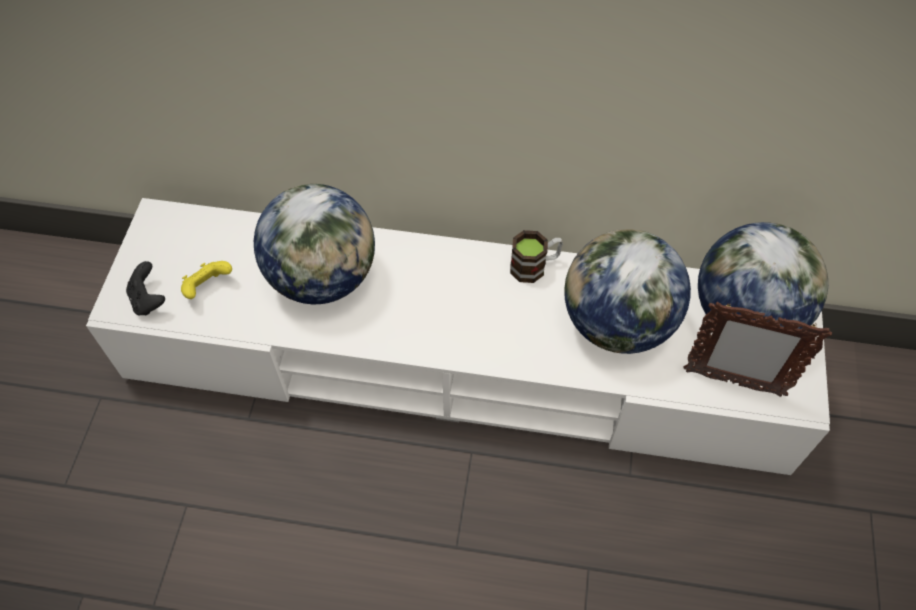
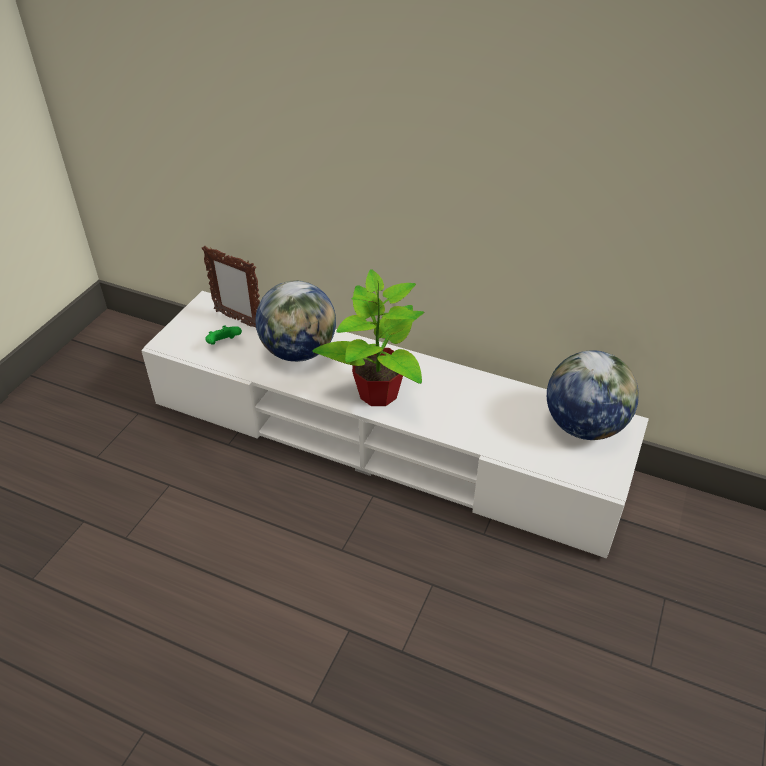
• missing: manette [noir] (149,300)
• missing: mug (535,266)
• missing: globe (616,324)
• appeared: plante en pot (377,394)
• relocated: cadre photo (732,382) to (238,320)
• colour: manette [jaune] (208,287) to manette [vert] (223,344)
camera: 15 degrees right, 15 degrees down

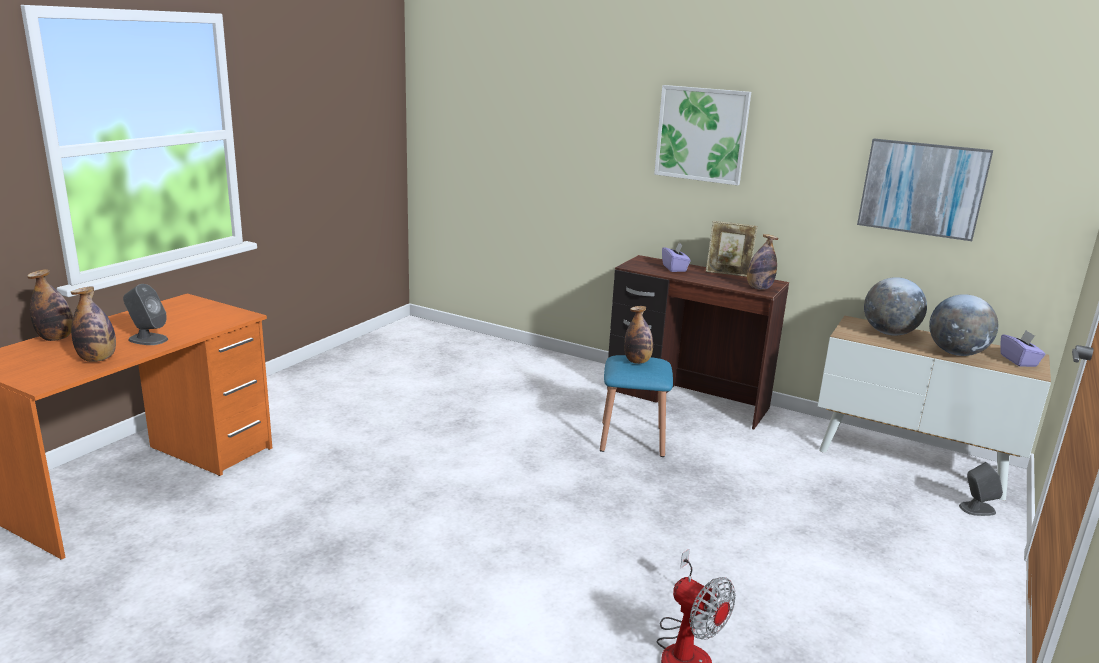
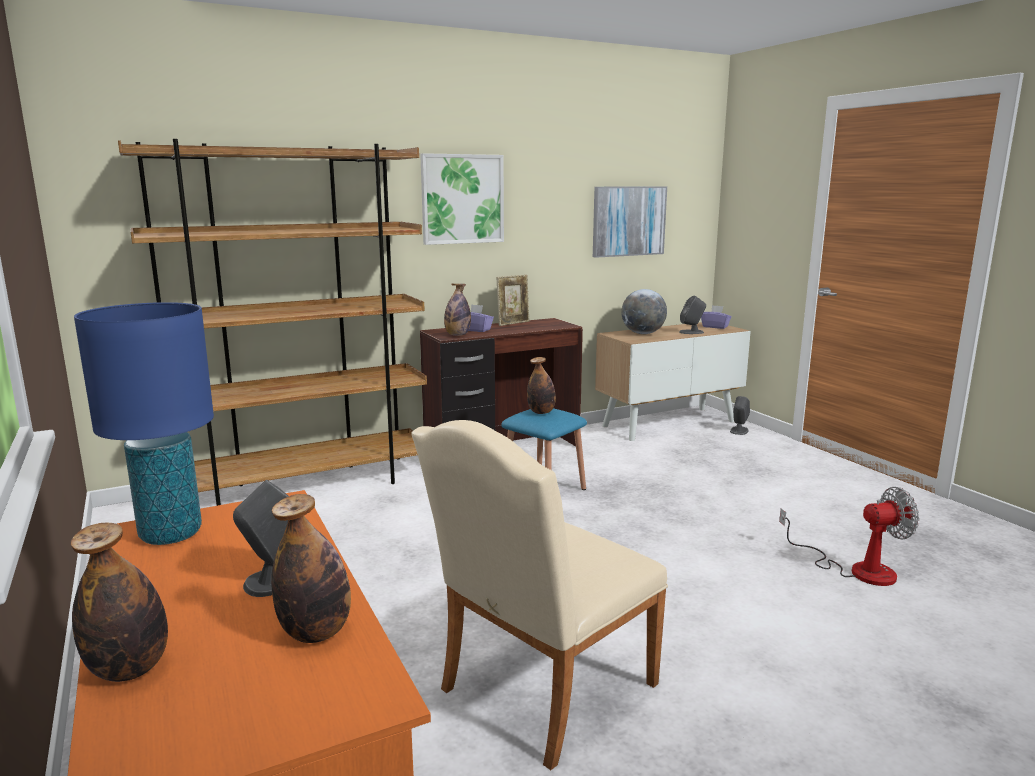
• appeared: lampe de table [bleu] (171,534)
• appeared: bibliothèque [marron] (304,486)
• appeared: chaise [beige] (539,693)
• relocated: bouteille (759,288) to (457,335)
• exchanged: globe (956,353) to enceinte [gris] (691,332)
camera: 55 degrees left, 5 degrees down

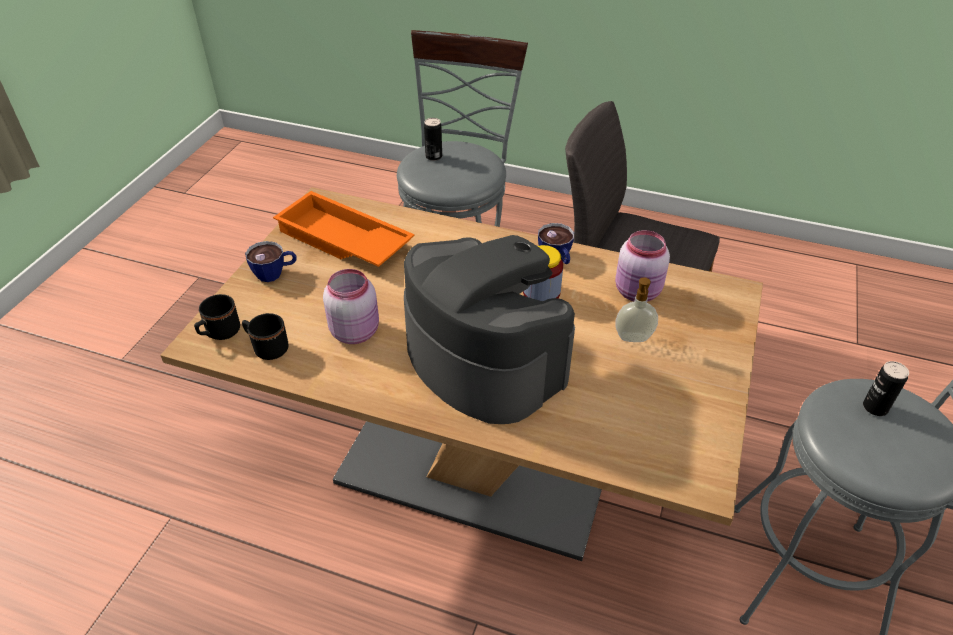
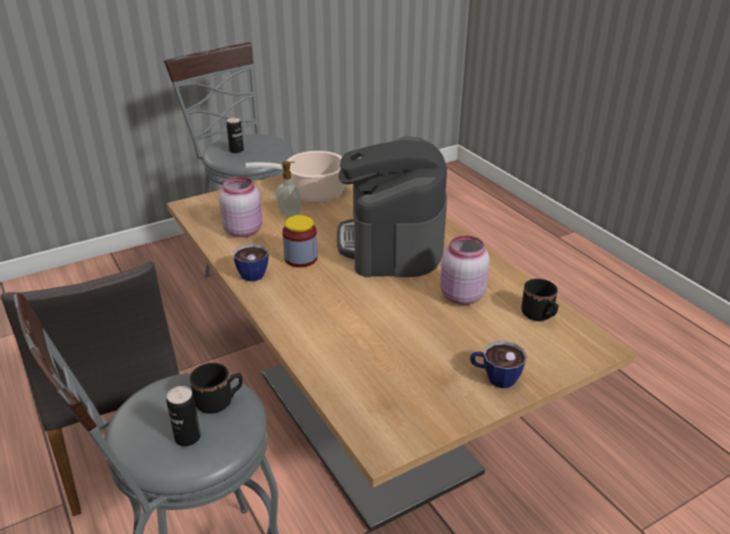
• missing: plateau [orange] (342,241)
• appeared: marmite (312,193)
• relocated: mug [noir] (219,333) to (219,402)
camera: 140 degrees left, 10 degrees down

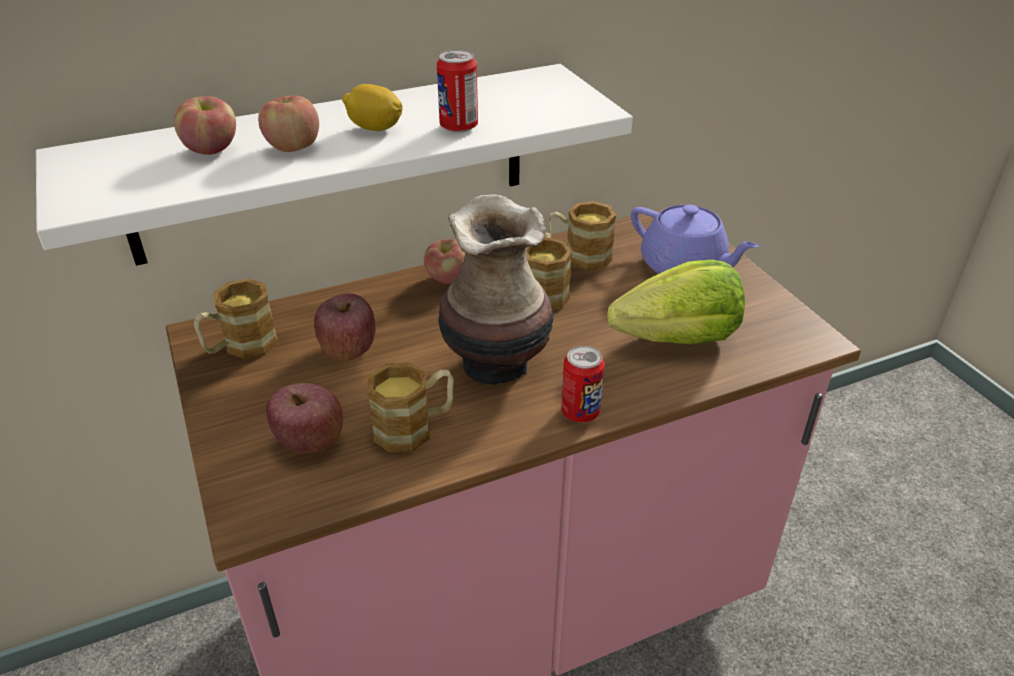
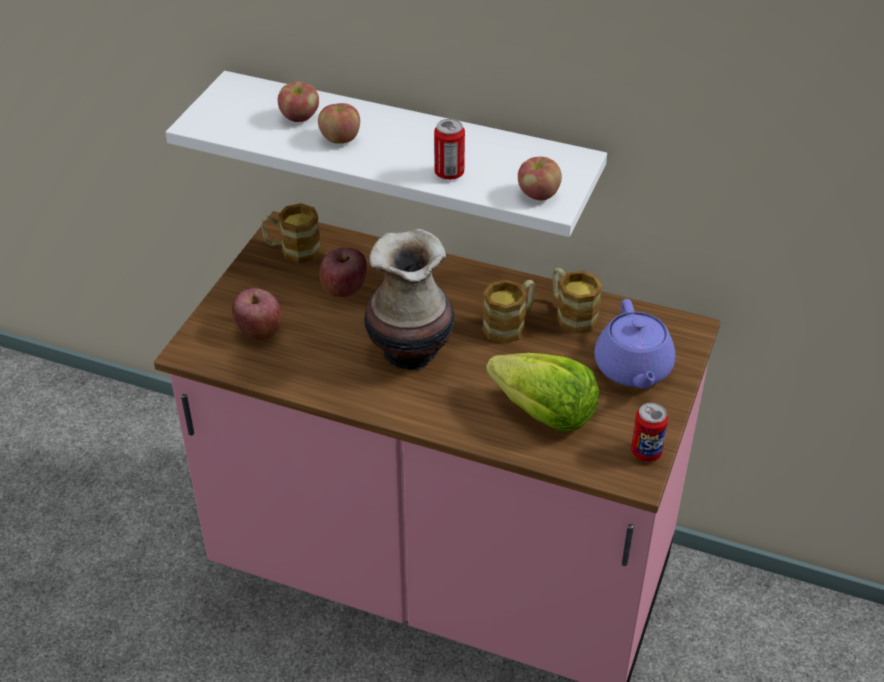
• missing: citron (375,128)
• missing: mug (415,427)
• relocated: pomme (448,279) to (538,195)
• relocated: boîte métallique (580,412) to (646,452)
camera: 45 degrees right, 5 degrees up

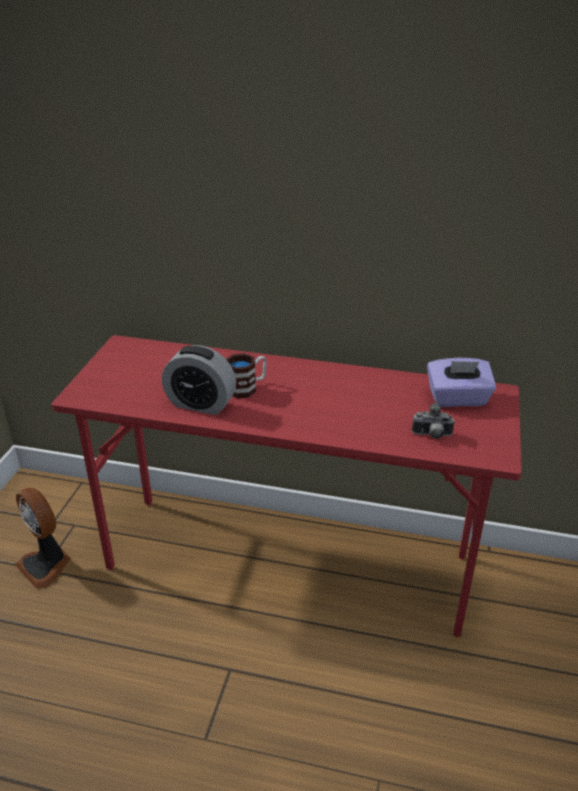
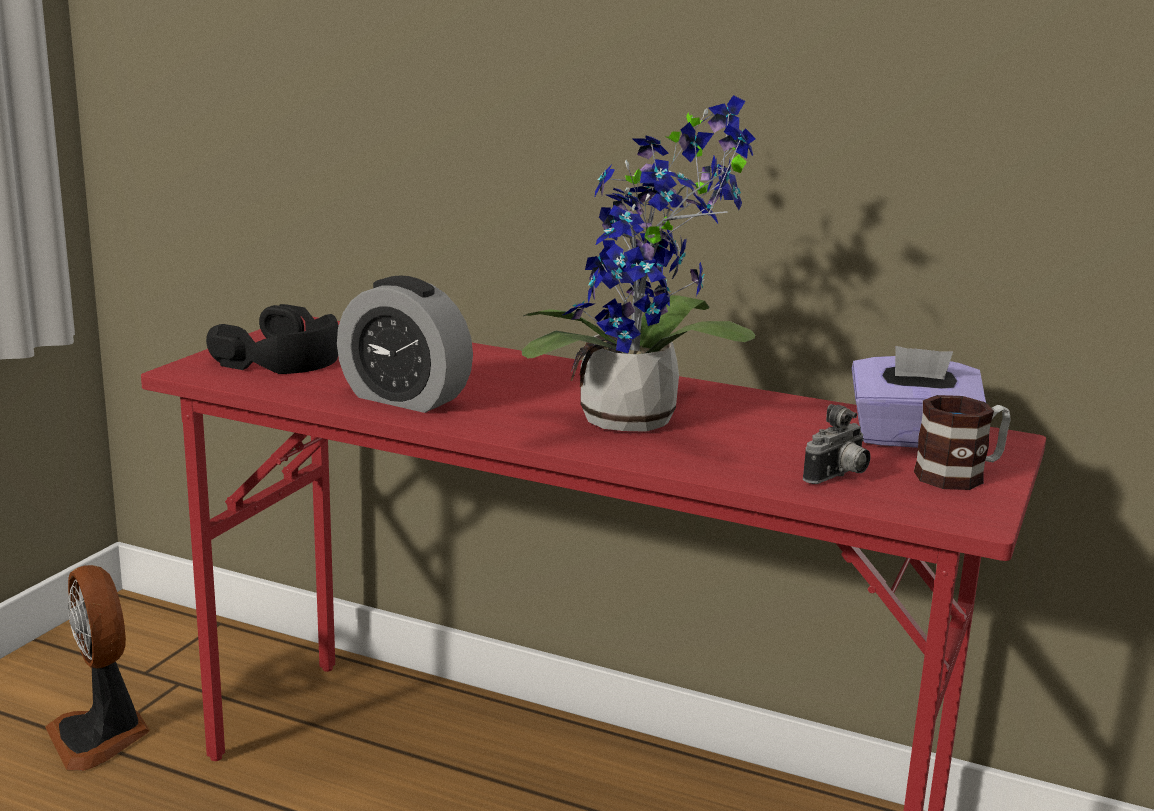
• appeared: casque audio [noir] (282,357)
• appeared: plante en pot (640,422)
• relocated: mug (247,388) to (961,475)
• spun: appareil photo (432,435) = (838,477) 60 degrees counterclockwise
camera: 10 degrees right, 15 degrees down

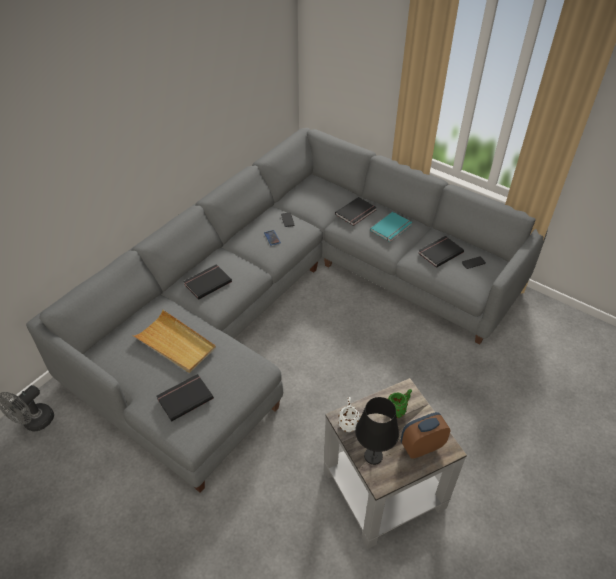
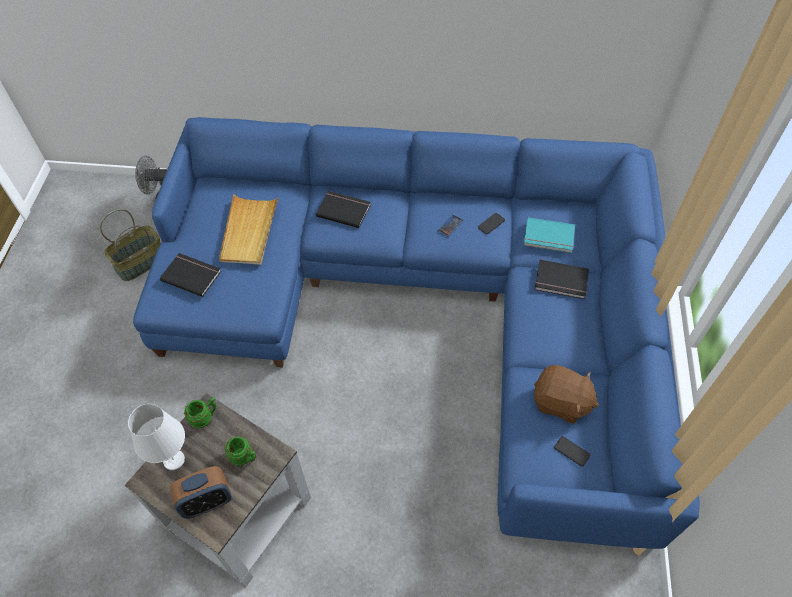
• appeared: panier (141,262)
• relocated: livre [turquoise] (392,228) to (549,238)
• exchanged: livre [noir] (439,252) to peluche [marron] (561,403)
• colour: canapé [gris] (291,300) to canapé [bleu] (431,302)
• colour: mug [blanc] (348,422) to mug [vert] (205,418)
• colour: lampe de table [noir] (373,456) to lampe de table [blanc] (174,460)
• spun: réveil (421,446) = (207,501) 120 degrees clockwise
camera: 60 degrees right, 10 degrees up

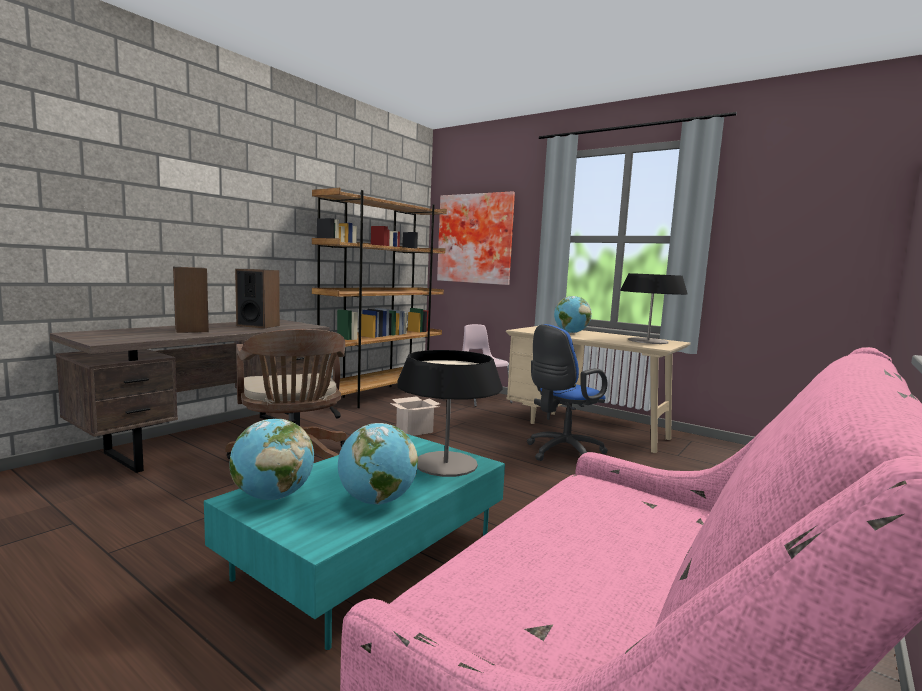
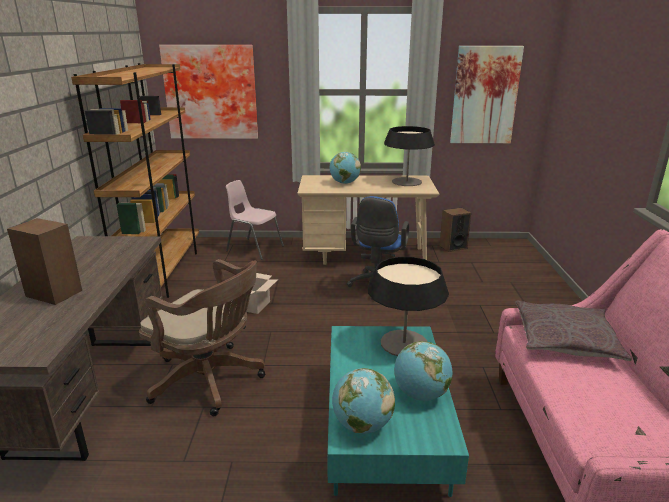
• appeared: tableau (485,96)
• appeared: coussin [gris] (565,339)
• relocated: enceinte (258,325) to (453,247)
camera: 35 degrees left, 15 degrees up

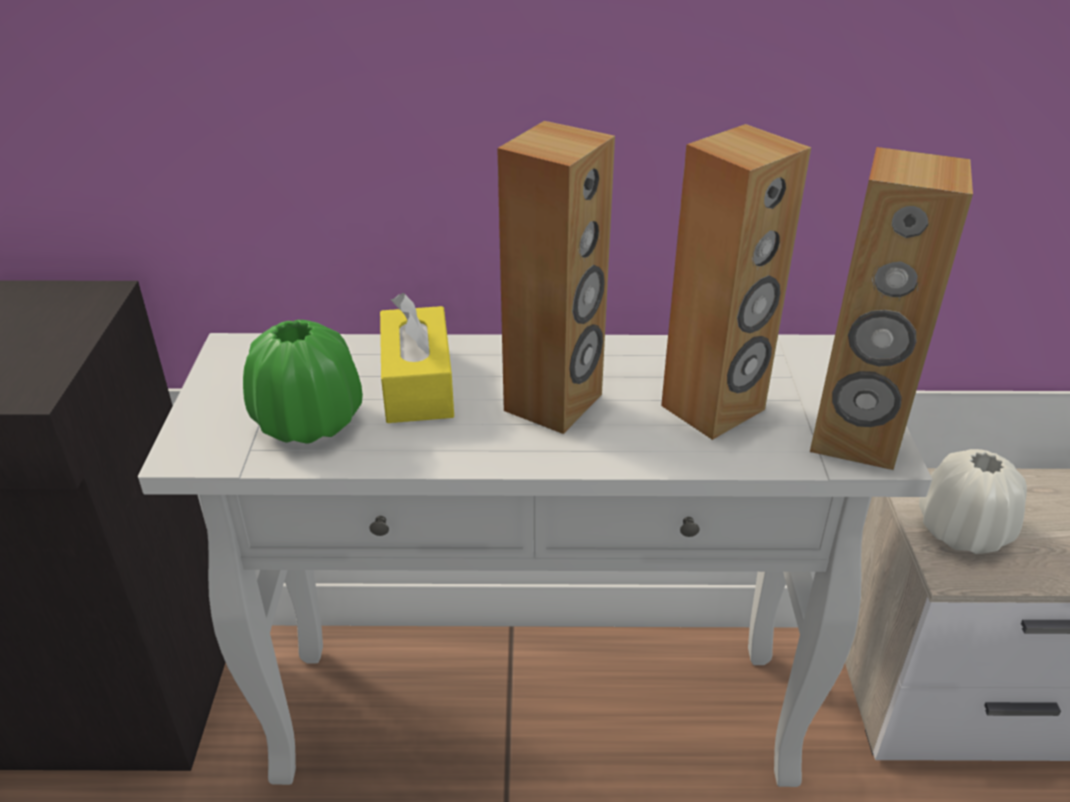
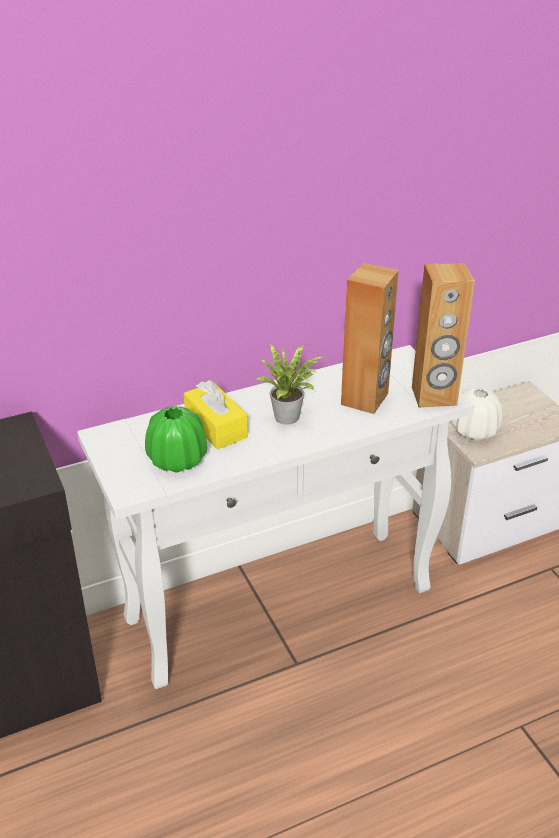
• exchanged: enceinte [marron] (554,403) to plante en pot (290,417)
camera: 25 degrees left, 0 degrees up

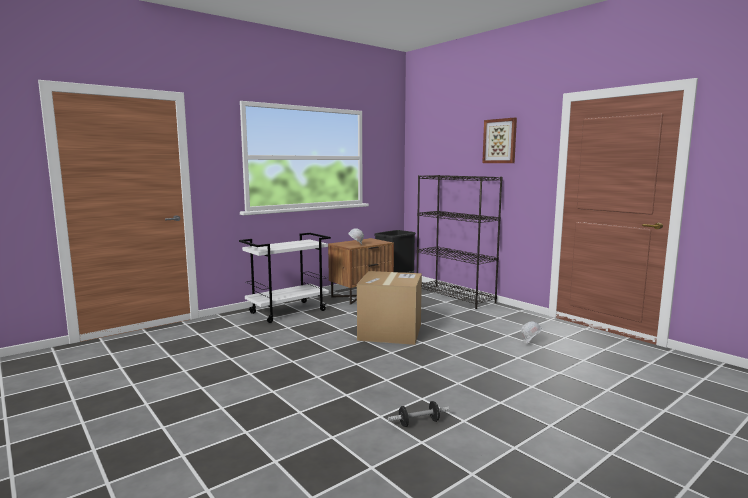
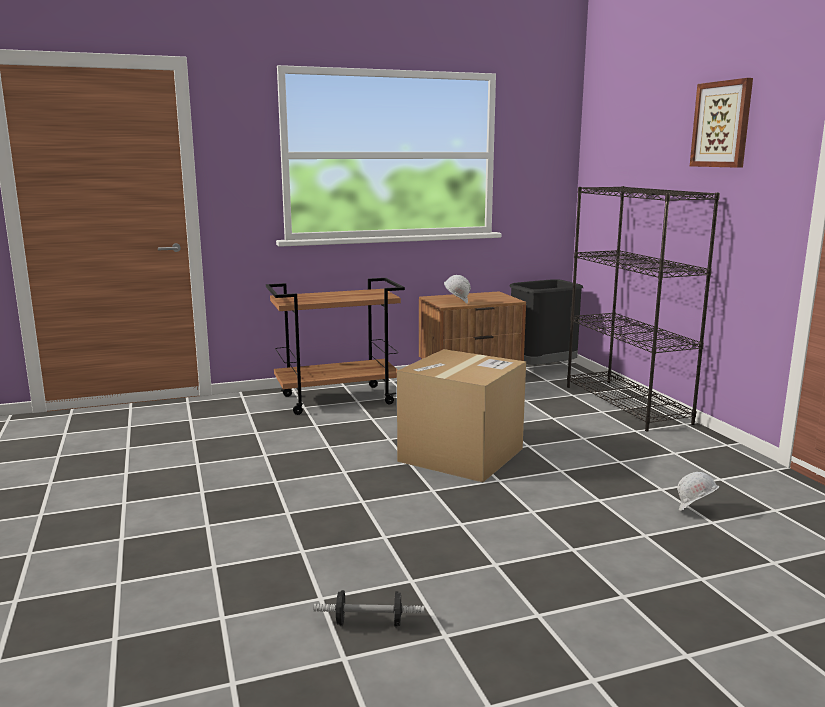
• colour: chariot [blanc] (288,311) to chariot [marron] (338,399)
camera: 20 degrees right, 5 degrees up

